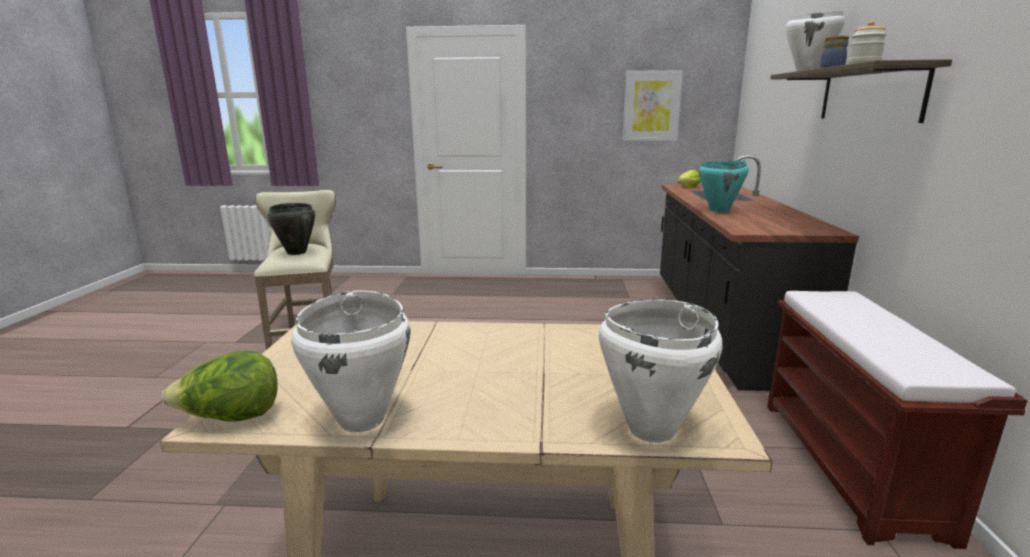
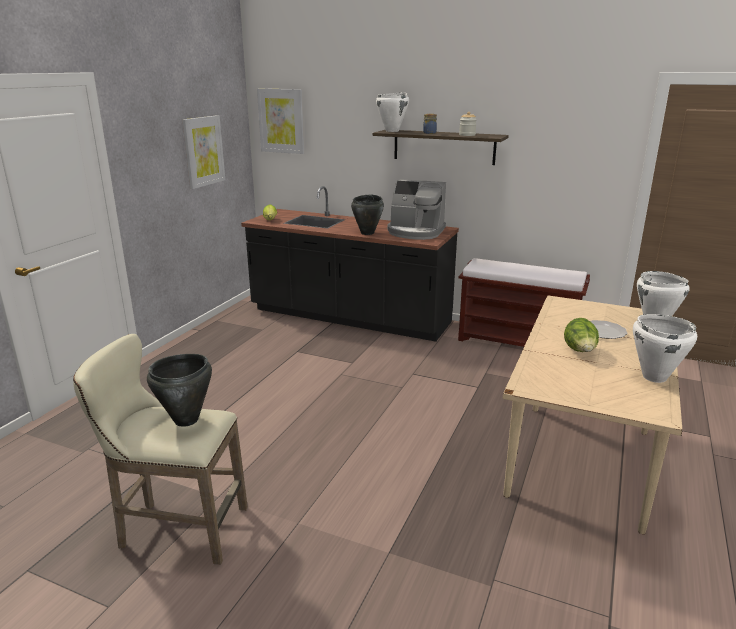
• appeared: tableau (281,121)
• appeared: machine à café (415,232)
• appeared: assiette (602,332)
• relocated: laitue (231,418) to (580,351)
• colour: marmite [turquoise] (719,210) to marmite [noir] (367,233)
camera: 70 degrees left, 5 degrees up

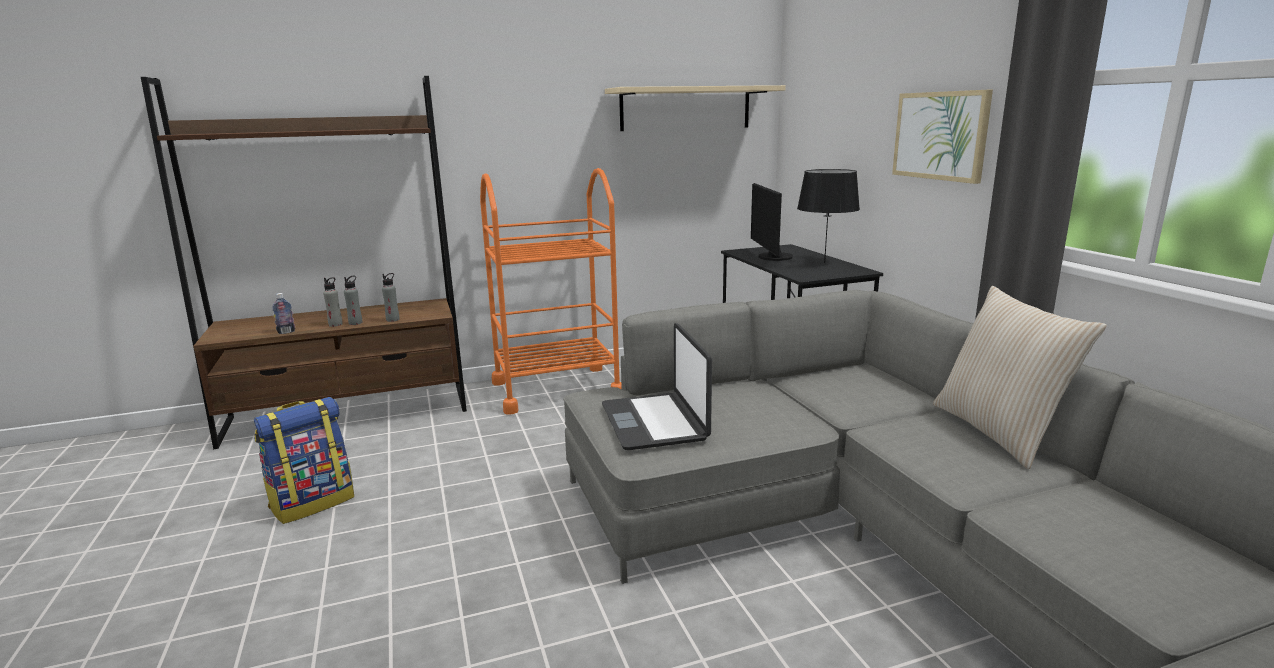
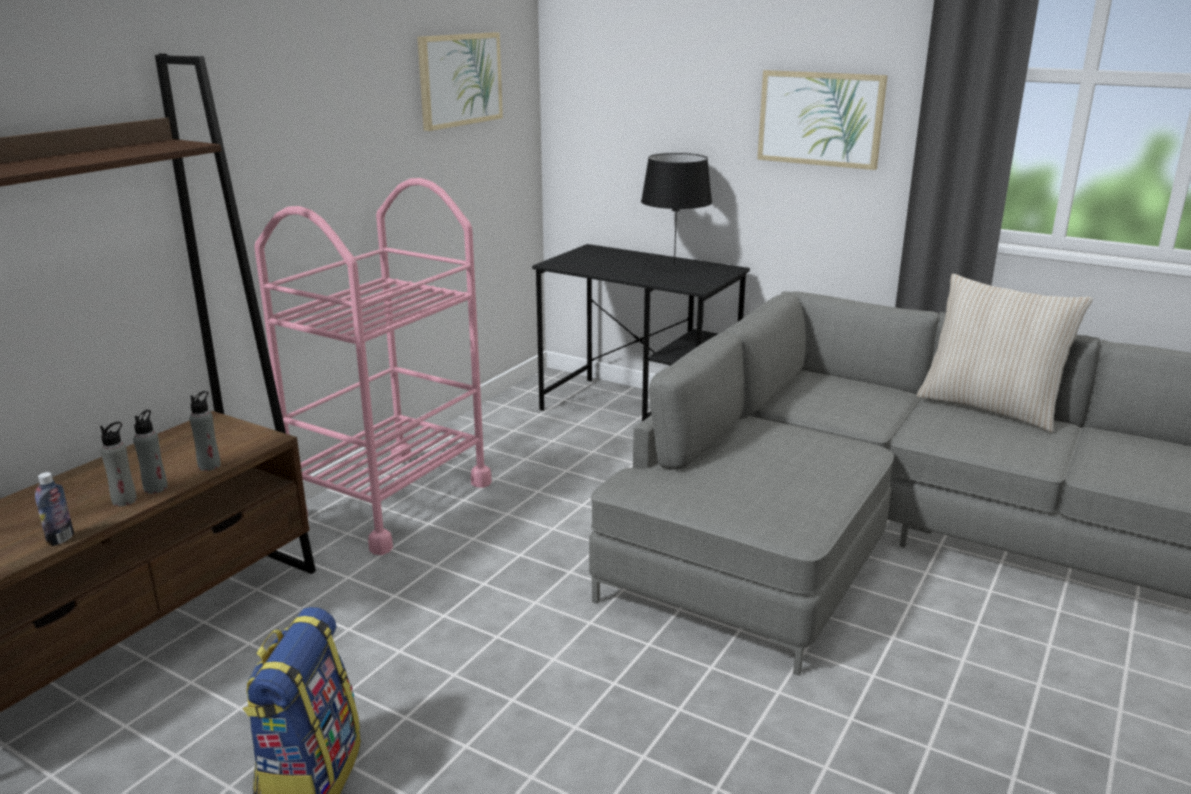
• missing: ordinateur portable (655,422)
• missing: écran d'ordinateur (771,257)
• exchanged: étagère [beige] (685,108) to tableau (459,79)
• colour: chariot [orange] (556,389) to chariot [rose] (391,500)
camera: 40 degrees left, 5 degrees up

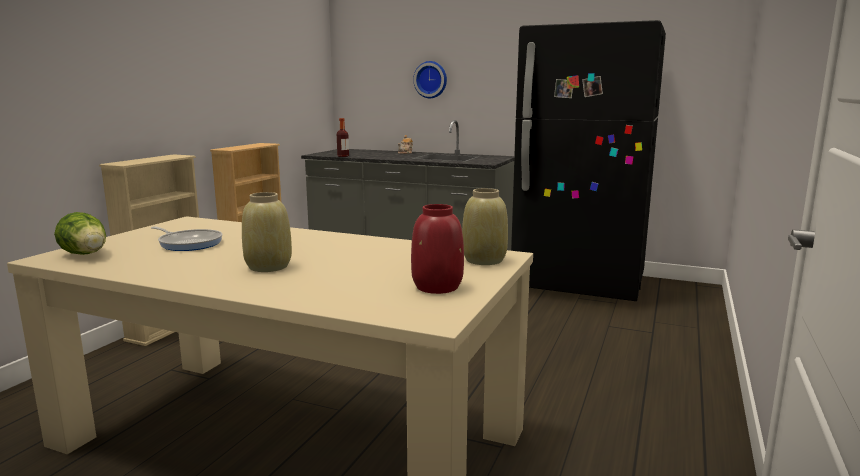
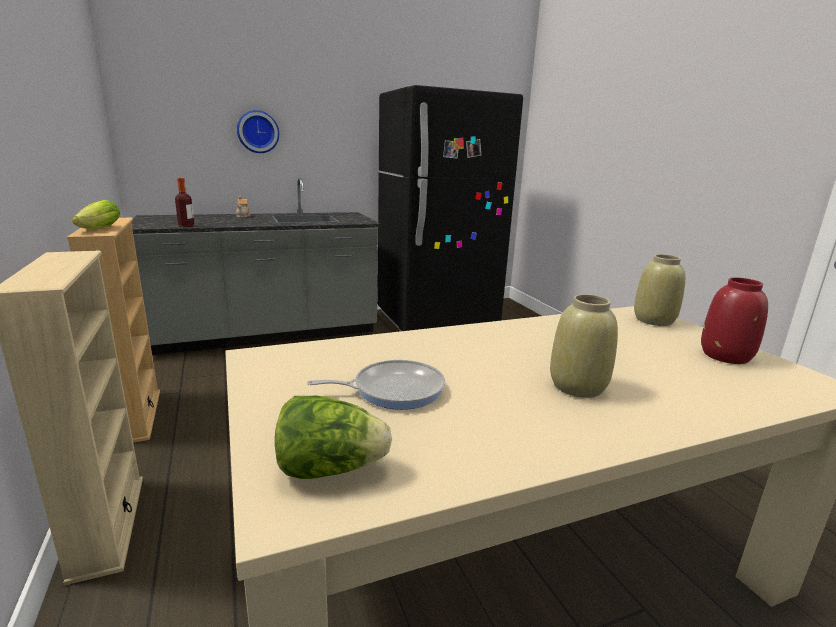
• appeared: laitue (97,229)
camera: 45 degrees left, 5 degrees up

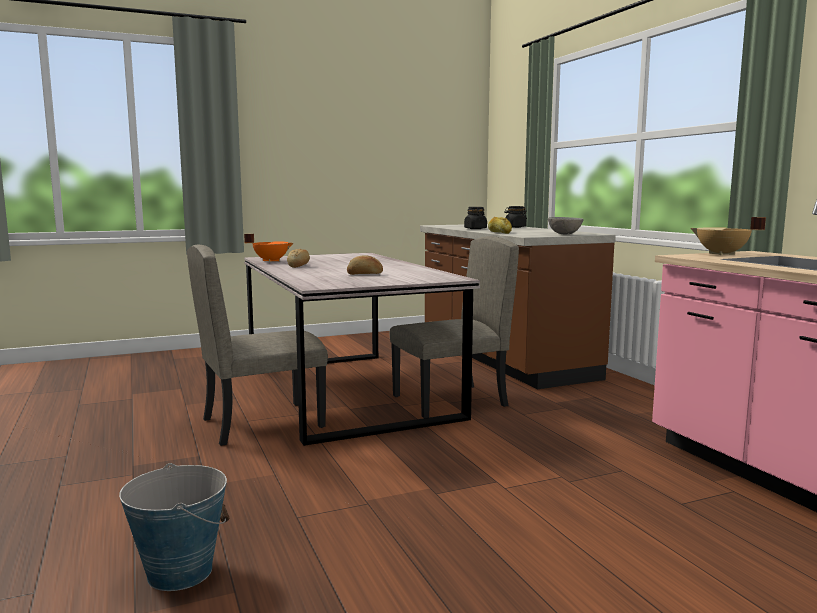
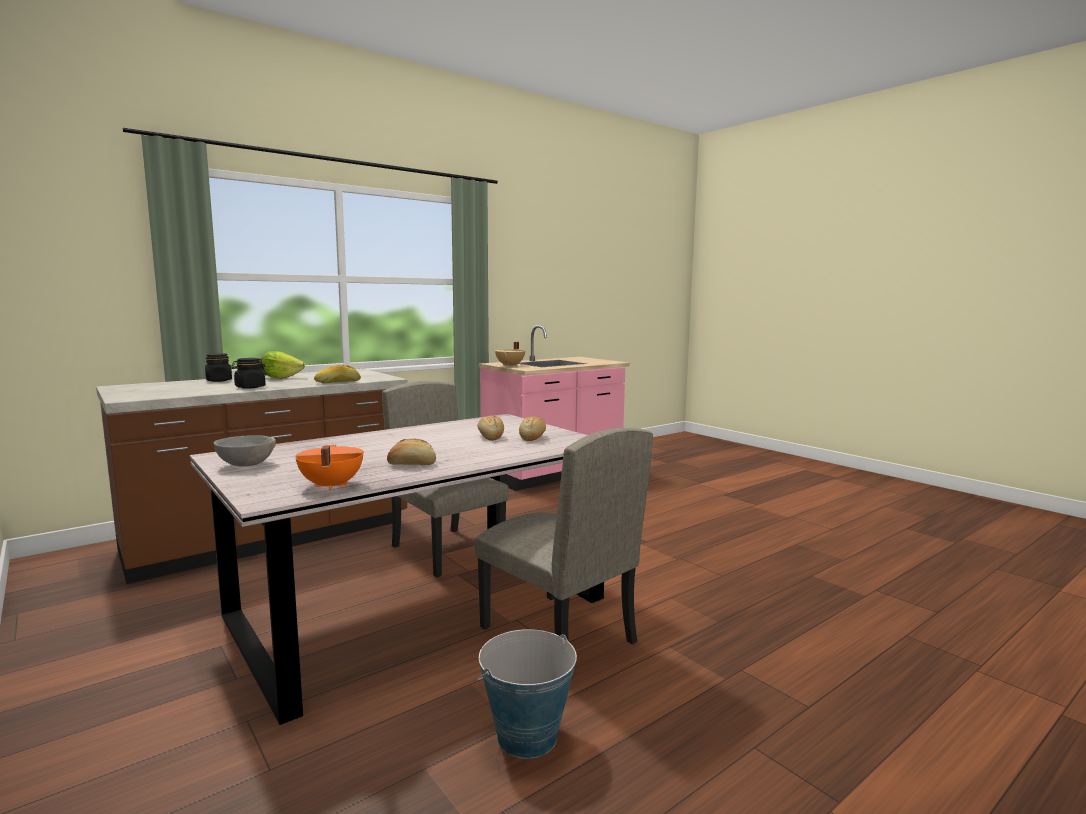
• appeared: laitue (280,378)
• appeared: pain (532,437)
• relocated: seau (180,572) to (526,737)
• relocated: bol [gris] (565,234) to (246,464)
camera: 105 degrees left, 0 degrees up

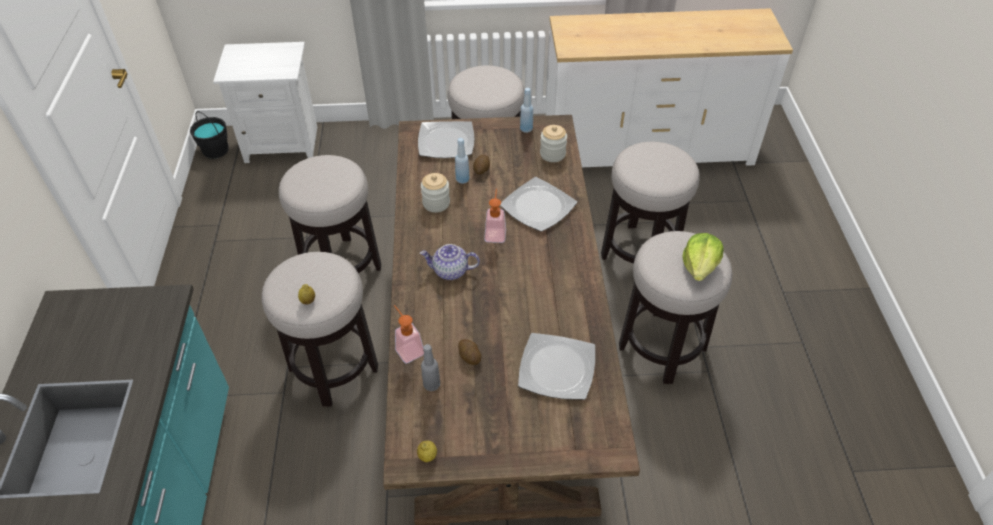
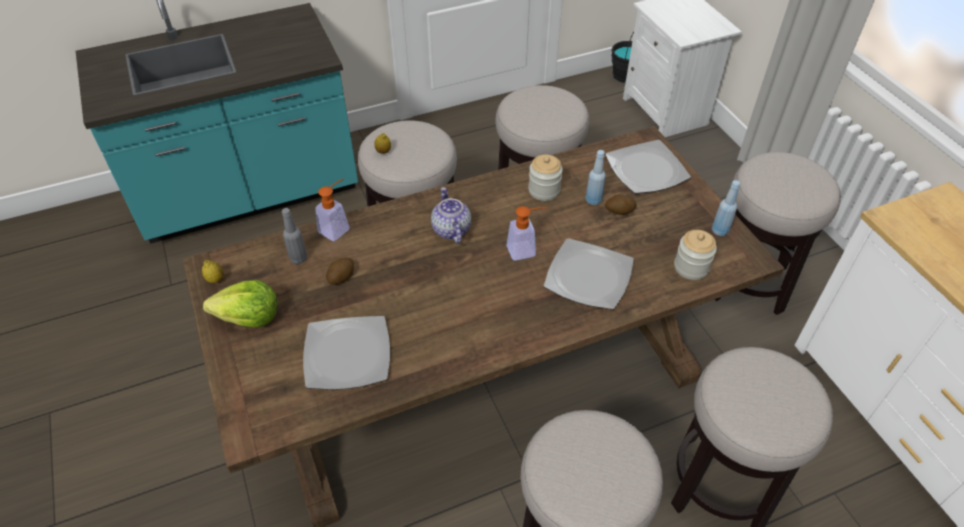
• relocated: laitue (700,266) to (249,318)
camera: 70 degrees right, 0 degrees up

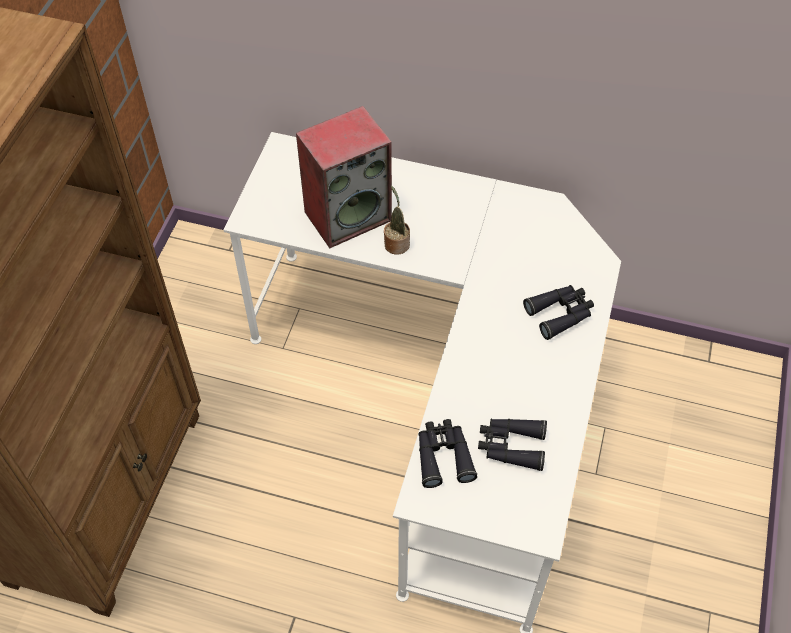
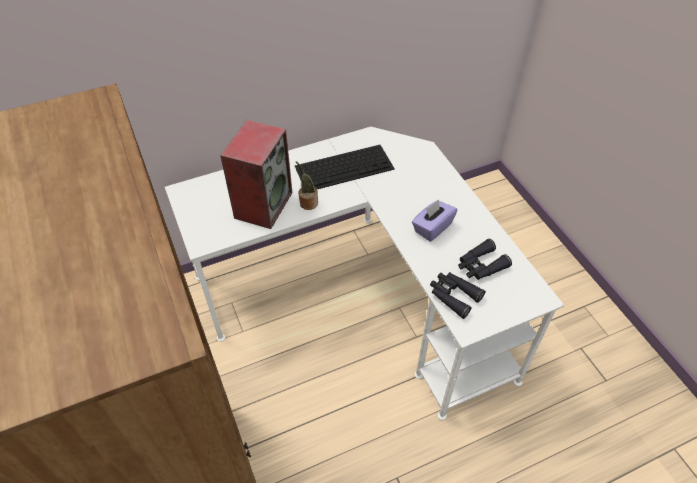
• missing: jumelles [noir] (560,314)
• appeared: clavier (345,167)
• appeared: boîte à mouchoirs [violet] (432,228)
camera: 40 degrees left, 5 degrees down

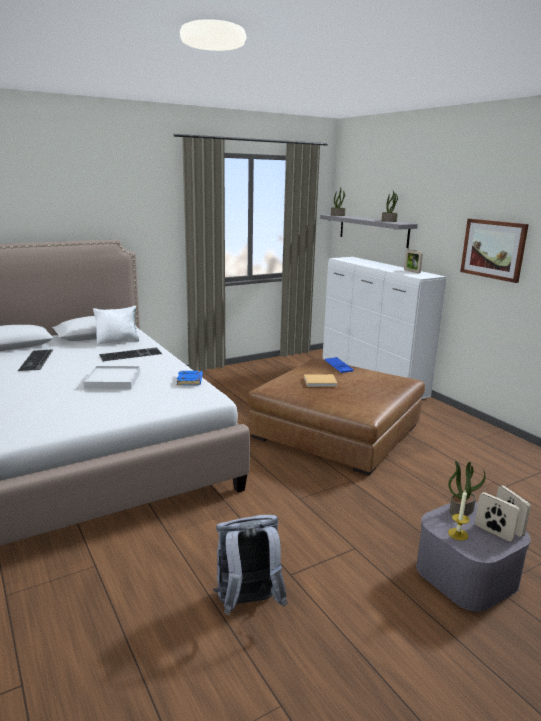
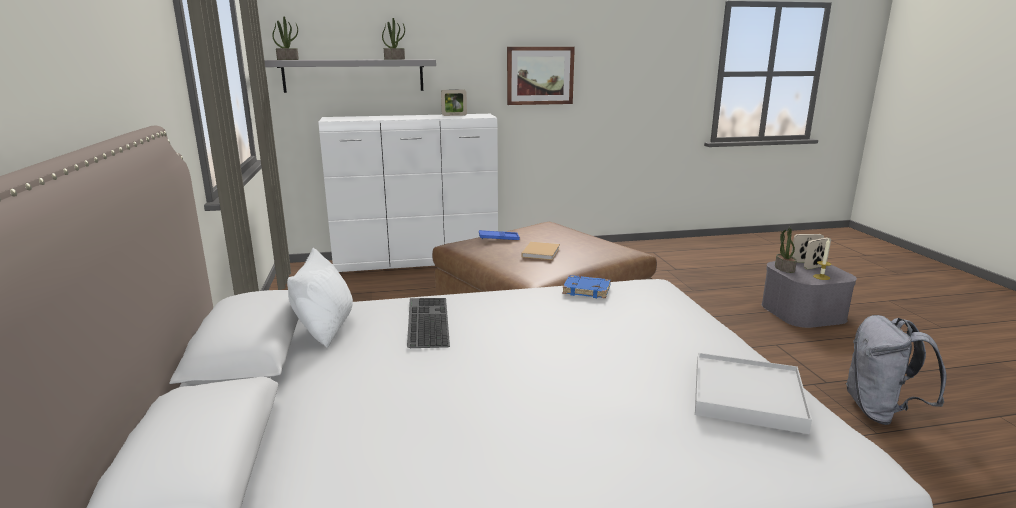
• missing: clavier (37,360)
• relocated: plateau [blanc] (113,380) to (747,396)
camera: 70 degrees left, 0 degrees up

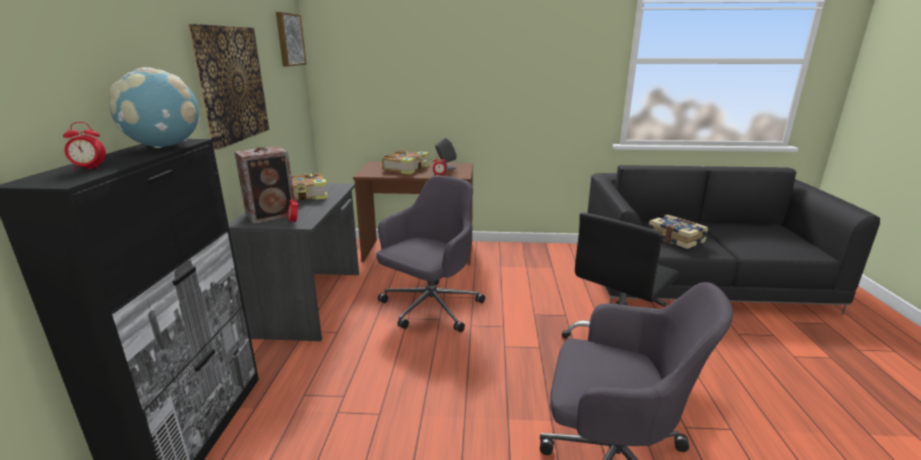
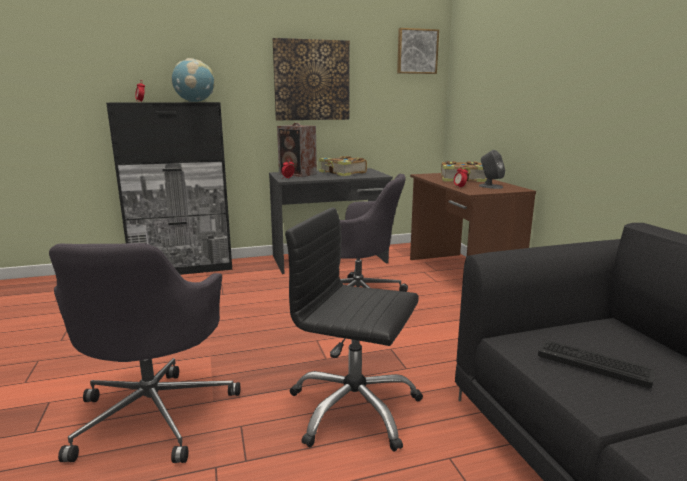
• exchanged: livre (676,238) to clavier (594,363)
camera: 70 degrees right, 5 degrees down

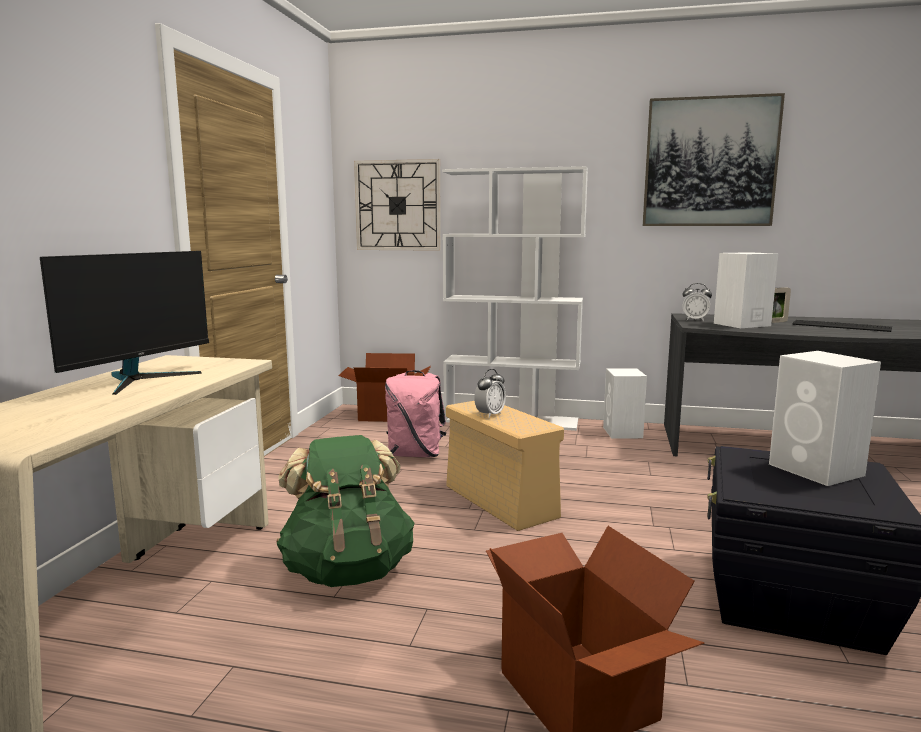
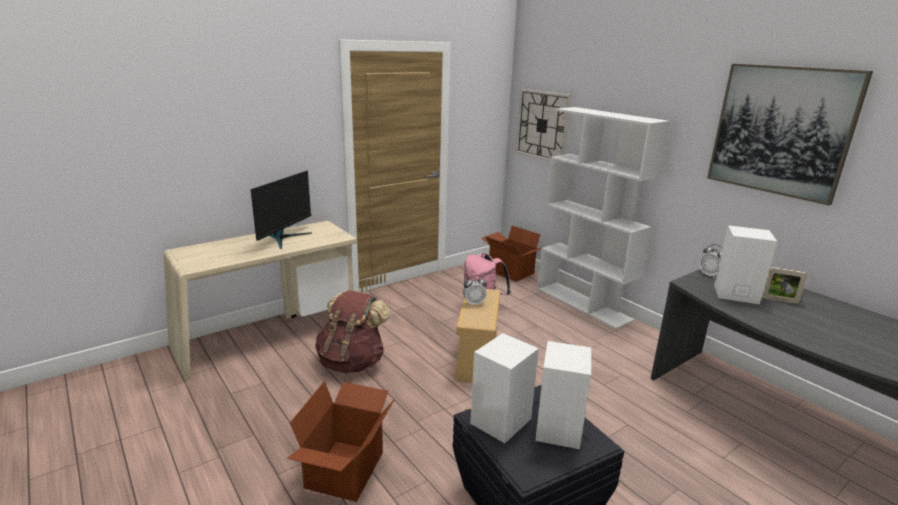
• missing: clavier (840,326)
• relocated: enceinte [blanc] (623,433) to (500,422)
• colour: sac à dos [vert] (348,570) to sac à dos [marron] (352,362)
• spun: écran d'ordinateur (140,379) = (285,238) 45 degrees counterclockwise
camera: 40 degrees right, 10 degrees up

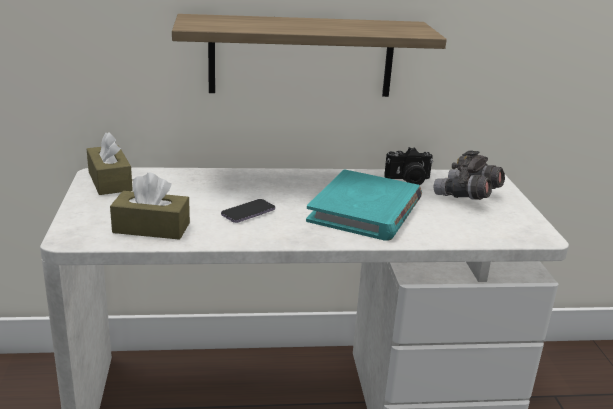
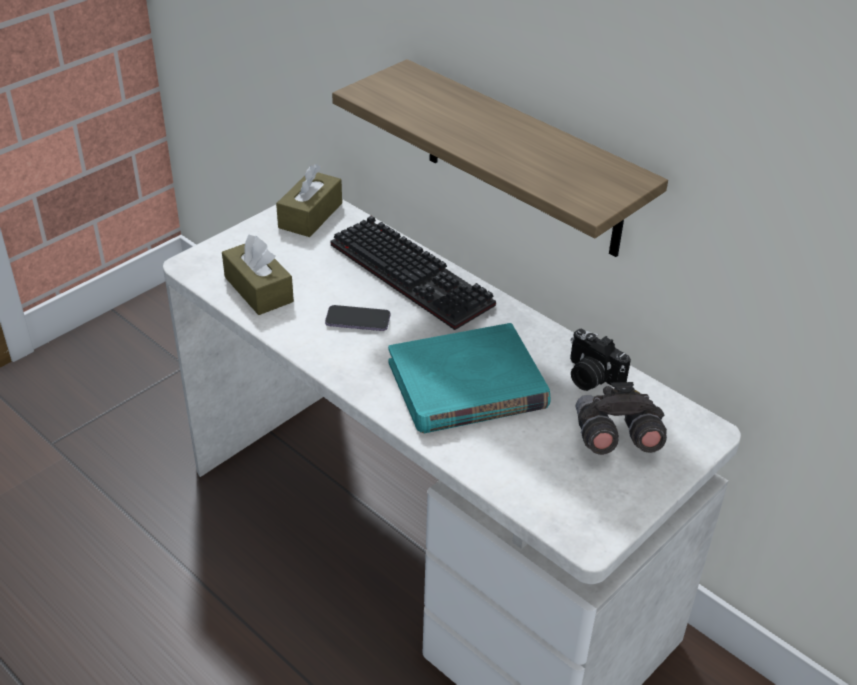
• appeared: clavier (415,275)
camera: 50 degrees right, 15 degrees up

